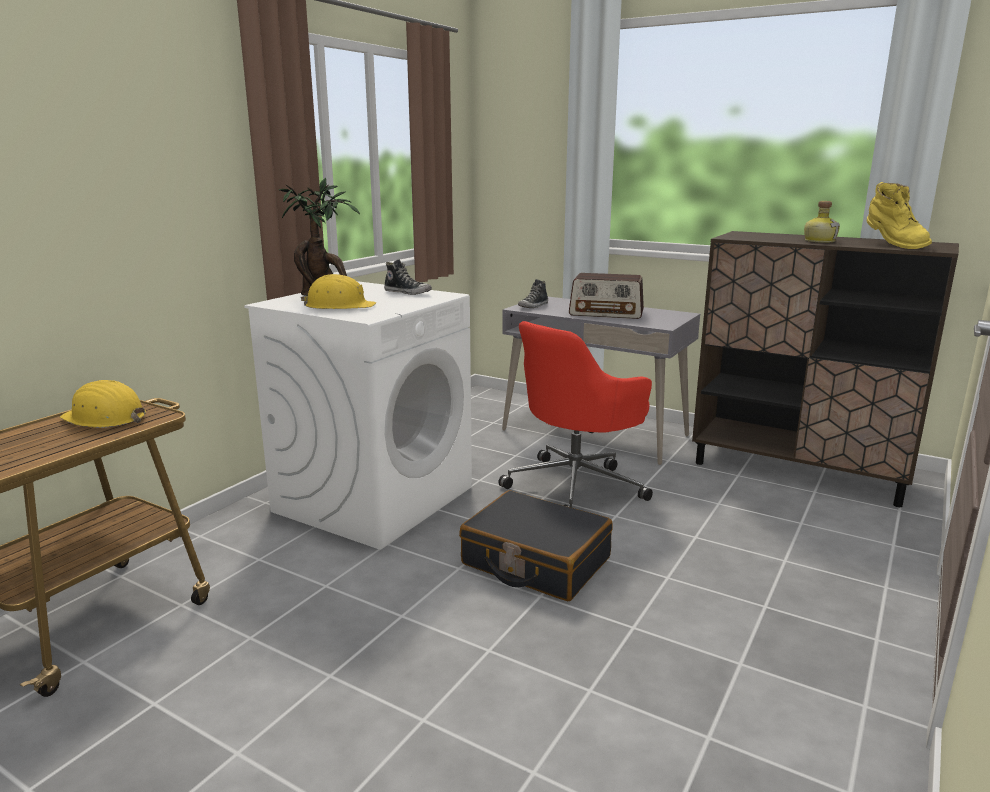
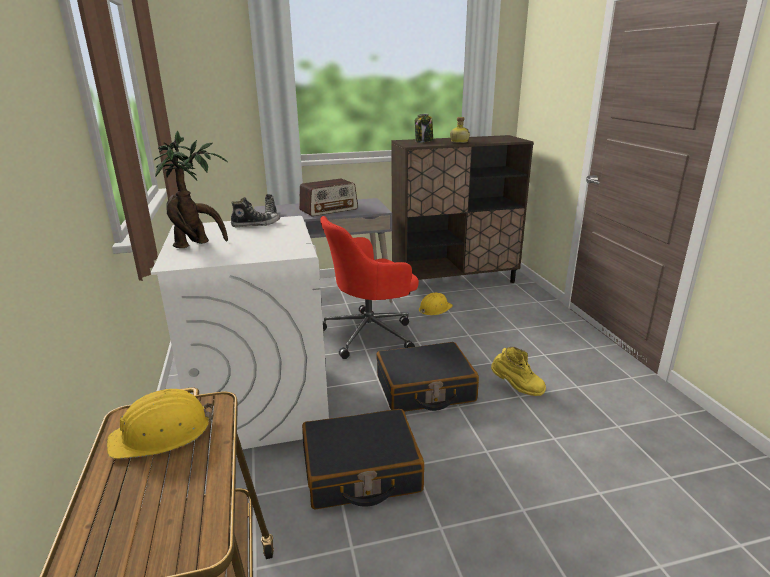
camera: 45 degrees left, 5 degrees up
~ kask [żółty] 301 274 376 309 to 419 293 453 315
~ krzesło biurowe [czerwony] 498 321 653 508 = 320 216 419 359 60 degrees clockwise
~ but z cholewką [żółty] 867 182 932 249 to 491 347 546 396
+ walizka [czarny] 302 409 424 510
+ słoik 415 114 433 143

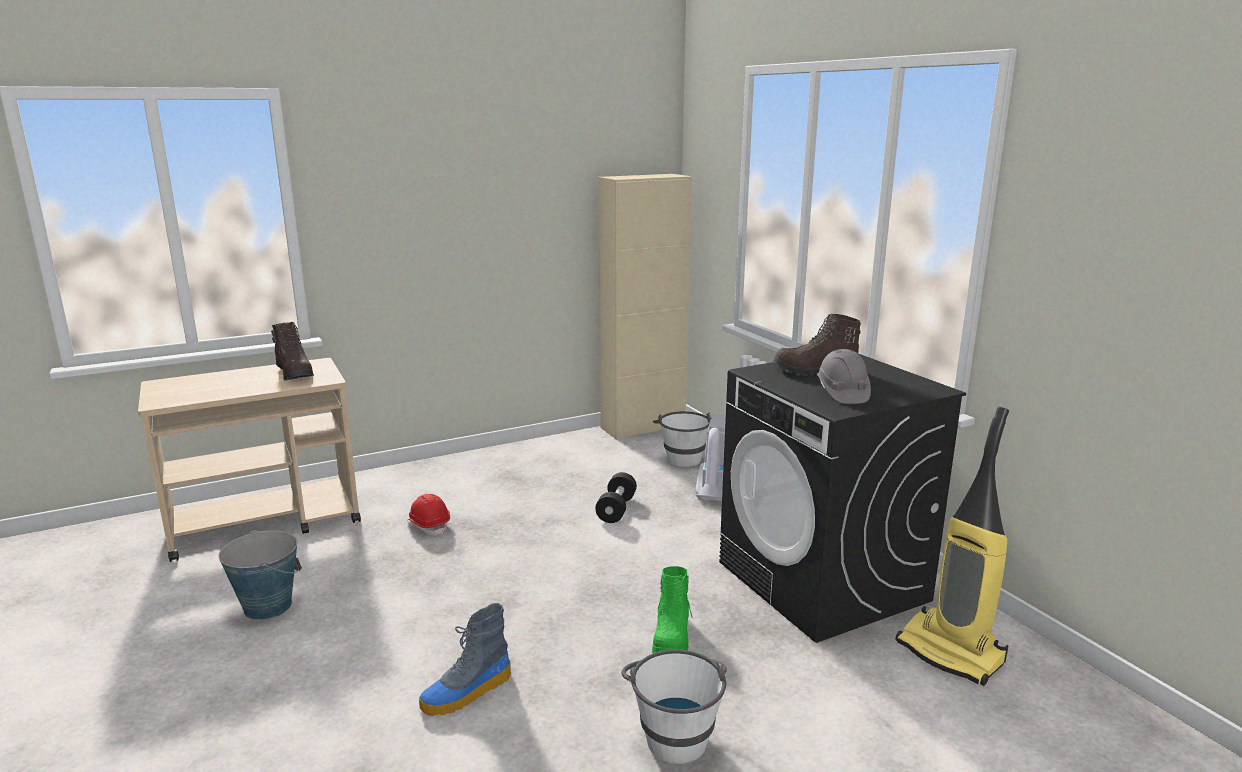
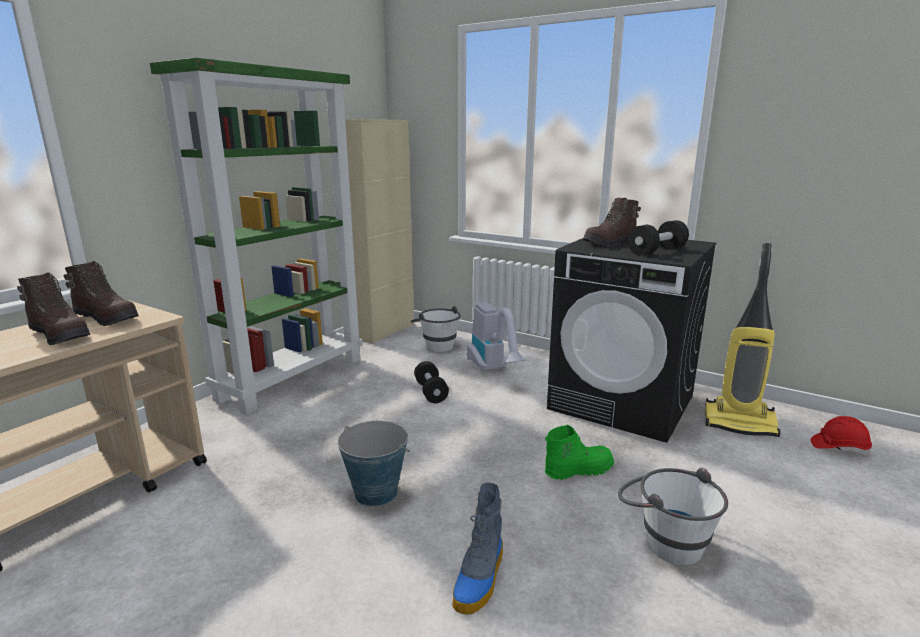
camera: 30 degrees left, 0 degrees up
~ wiadro 219 530 302 620 to 337 421 410 507
~ kask [czerwony] 408 494 450 535 to 811 416 872 455
~ but z cholewką [zielony] 652 566 693 653 = 545 425 614 480 90 degrees counterclockwise
~ kask [szary] 817 349 871 404 to hantel [czarny] 627 220 689 255
+ but z cholewką [brązowy] 17 272 91 345
+ regał [zielony] 150 57 363 415

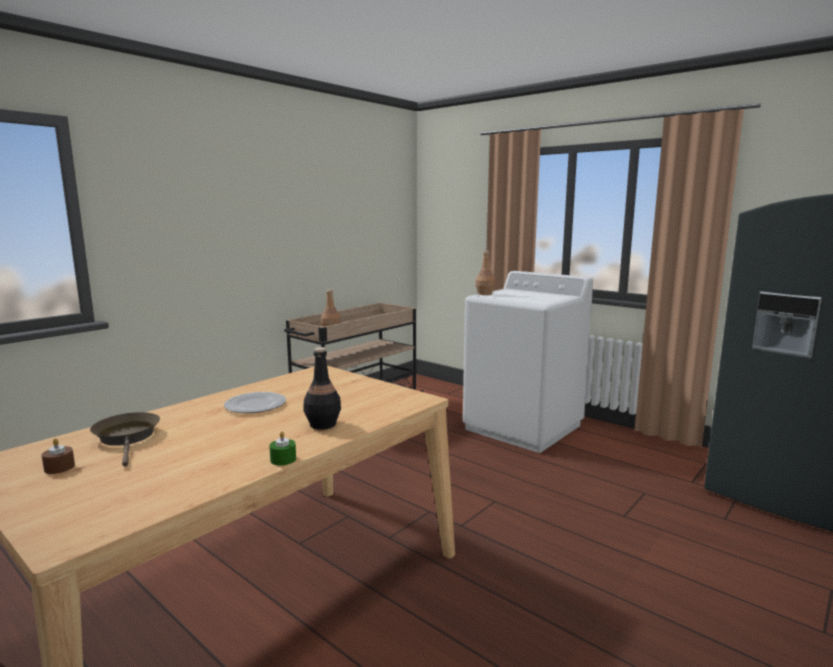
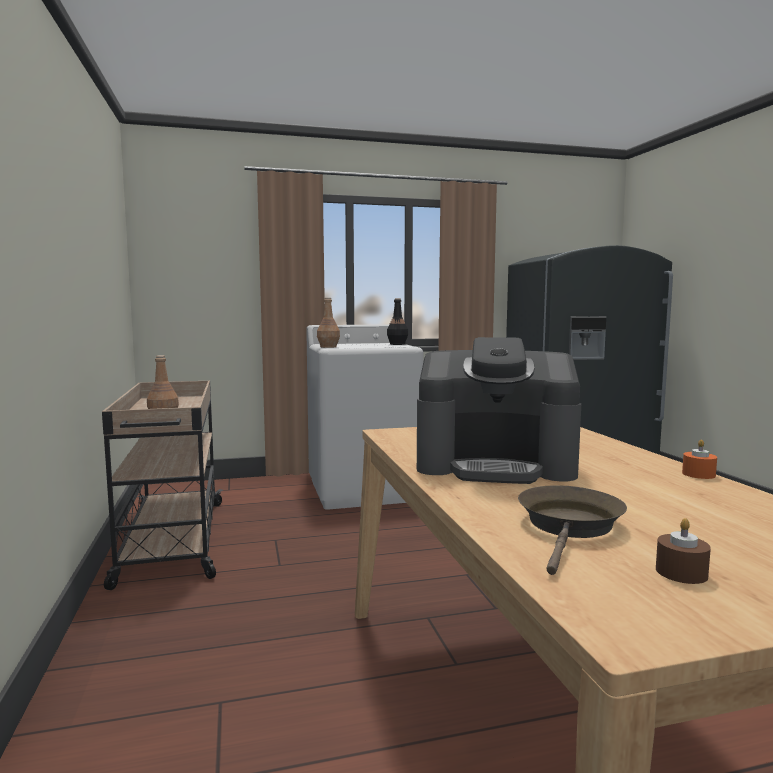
camera: 55 degrees left, 5 degrees down
~ patelnia [brązowy] 90 412 160 467 = 518 485 627 575 105 degrees clockwise
~ talerz 224 392 286 413 to ekspres do kawy 417 337 581 484
~ świeca [zielony] 269 431 296 466 to świeca [pomarańczowy] 682 440 717 479
~ butelka [czarny] 304 347 341 430 to 387 298 408 345

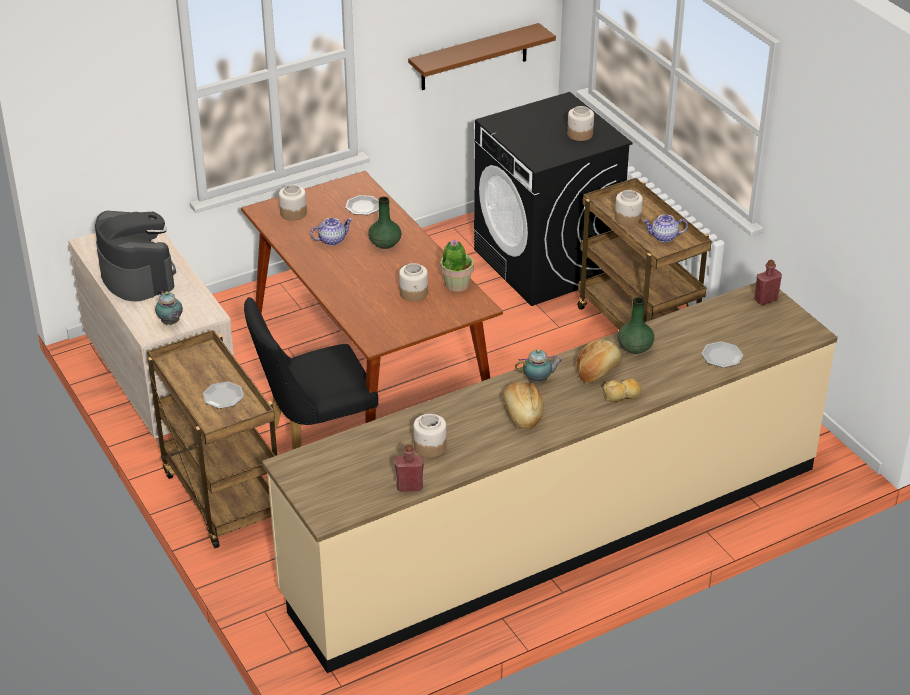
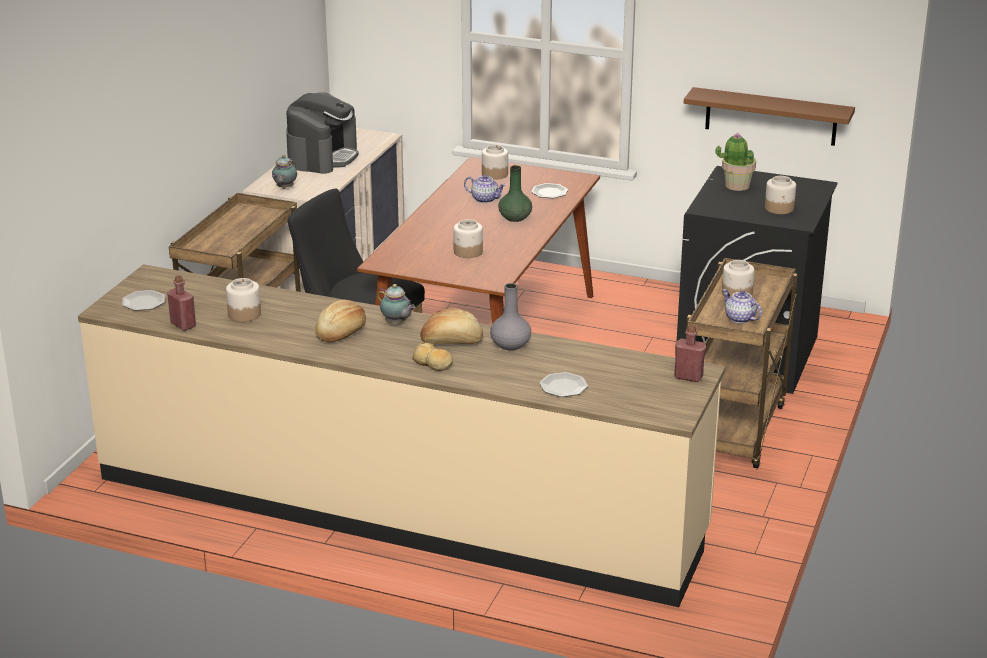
camera: 50 degrees right, 10 degrees down
~ talerz 203 382 244 409 to 122 290 165 311
~ roślina doniczkowa 440 239 474 292 to 716 133 756 191
~ wazon [zielony] 617 297 654 354 to wazon [szary] 490 283 531 351

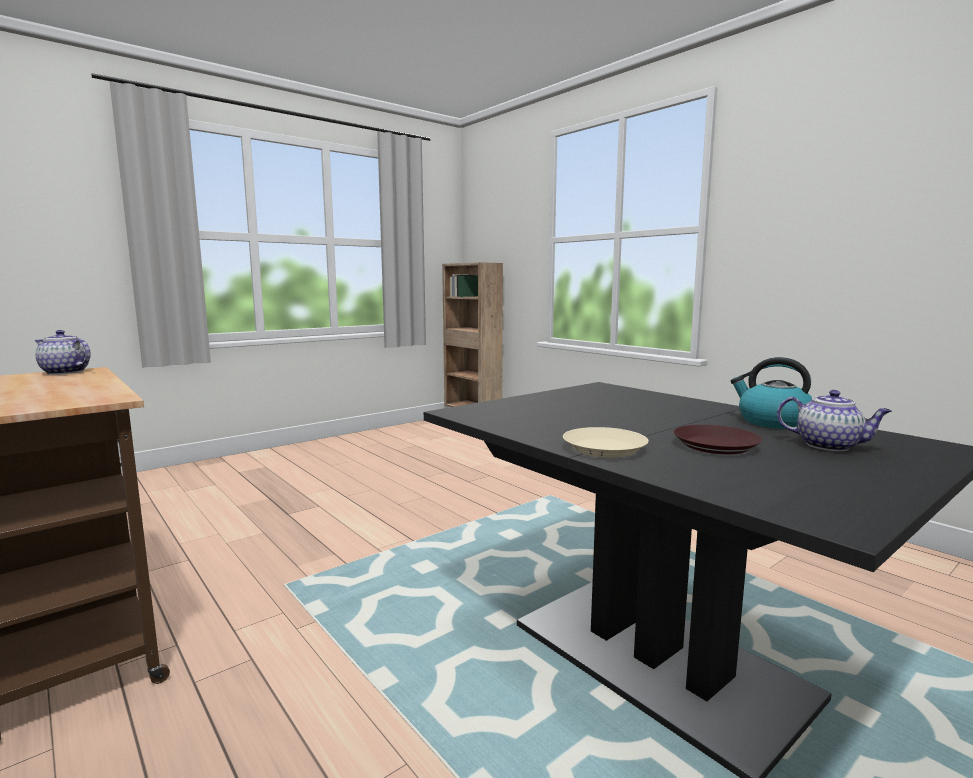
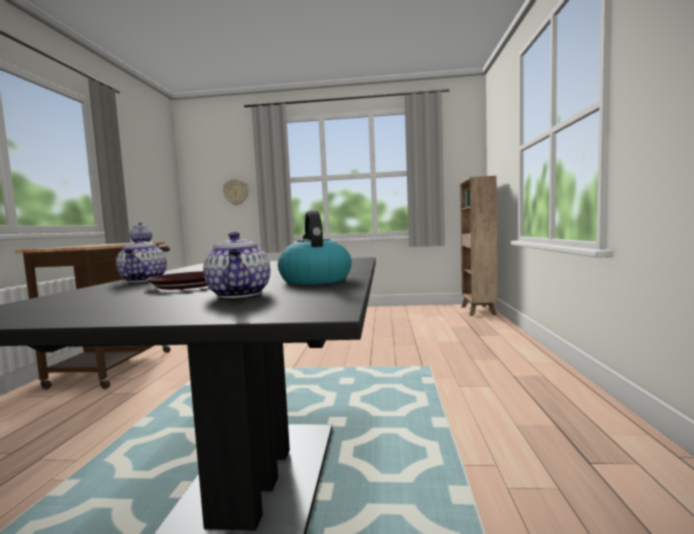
camera: 45 degrees right, 5 degrees down
~ talerz [beżowy] 563 427 649 458 to imbryk 116 236 167 282
+ zegar ścienny 223 179 248 205

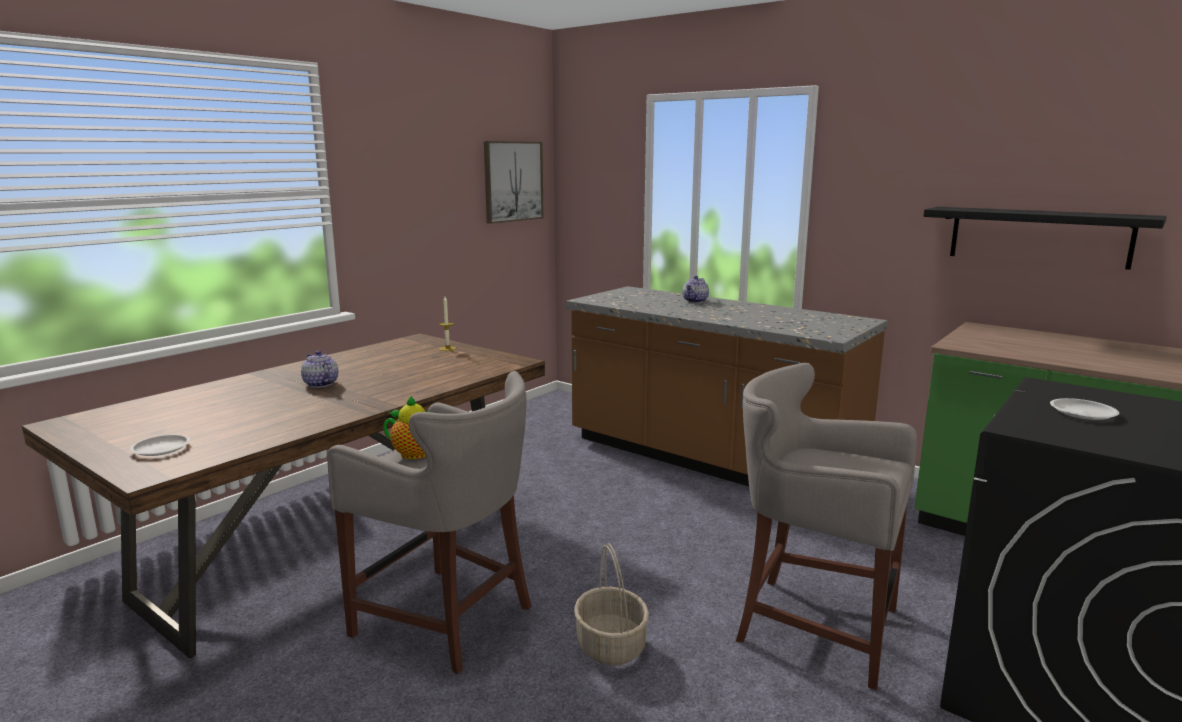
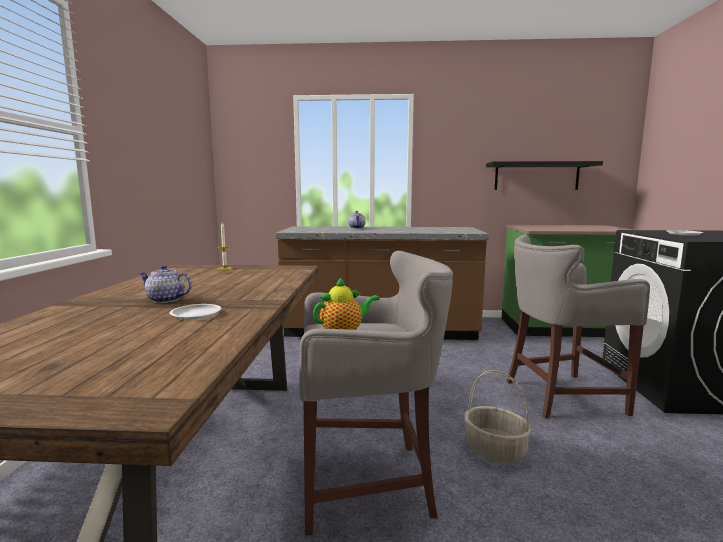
camera: 35 degrees left, 5 degrees down
~ talerz [biały] 130 434 190 456 to 169 304 221 320
- obraz 484 141 544 224

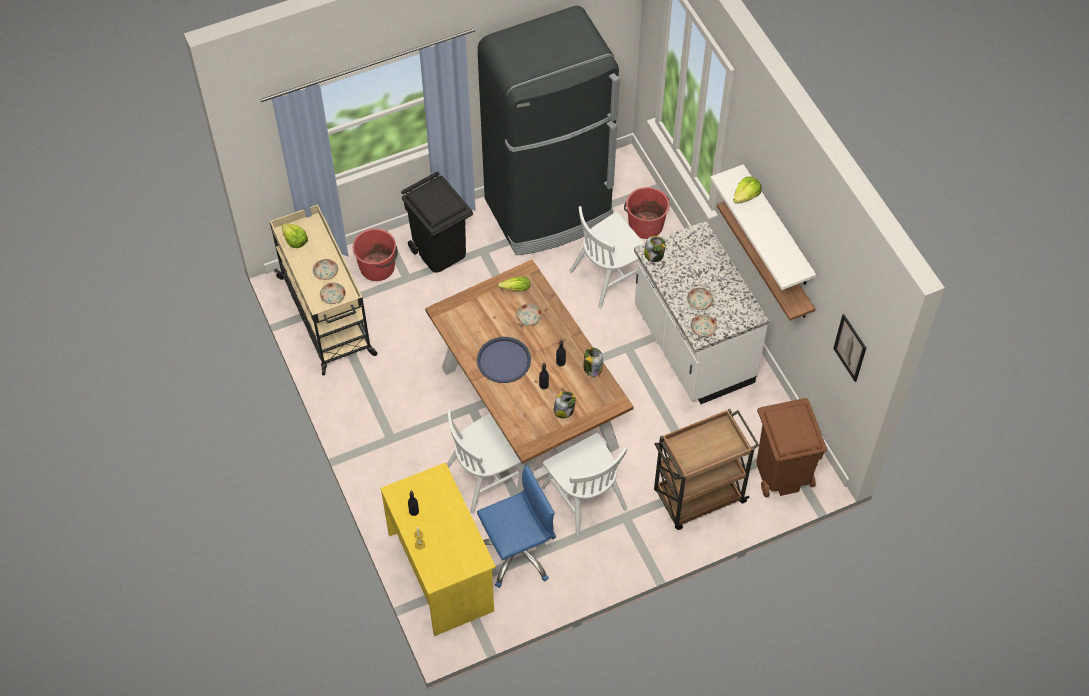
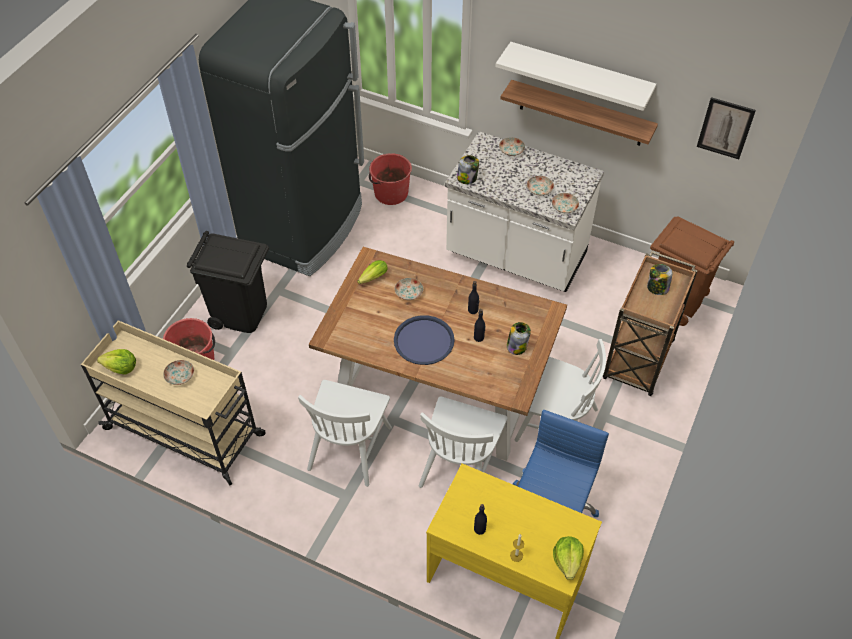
camera: 40 degrees left, 5 degrees down
~ talerz 320 283 346 304 to 499 137 525 156
~ krzesło [biały] 569 206 644 308 to 298 380 392 487
~ słoik 584 348 603 377 to 647 264 673 295
~ sałata 733 177 761 204 to 553 536 584 580

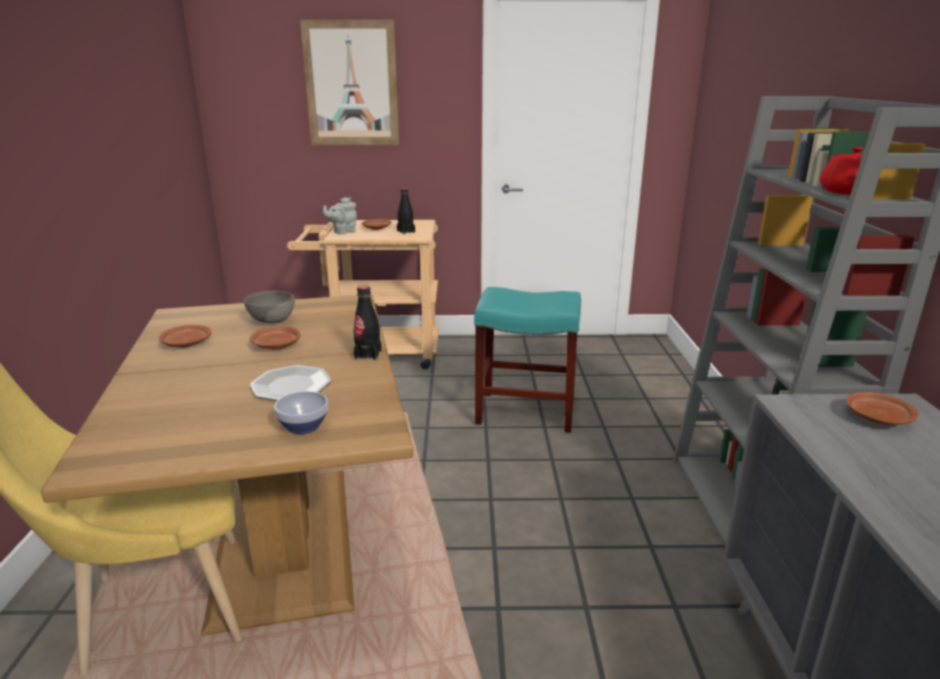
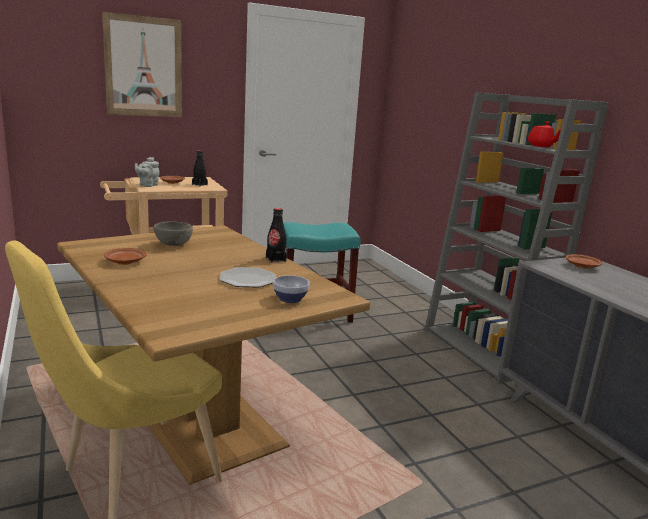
camera: 25 degrees left, 5 degrees down
- talerz [brązowy] 250 327 301 349

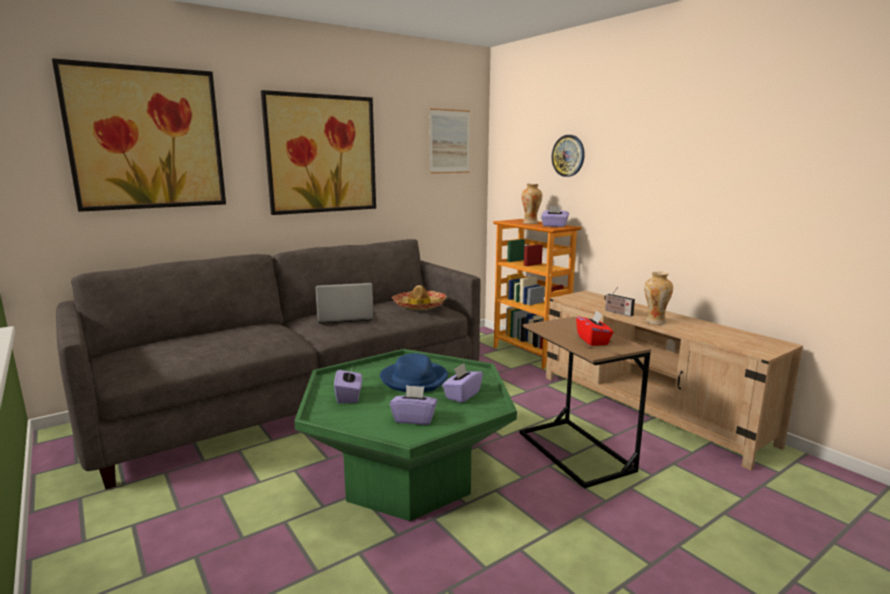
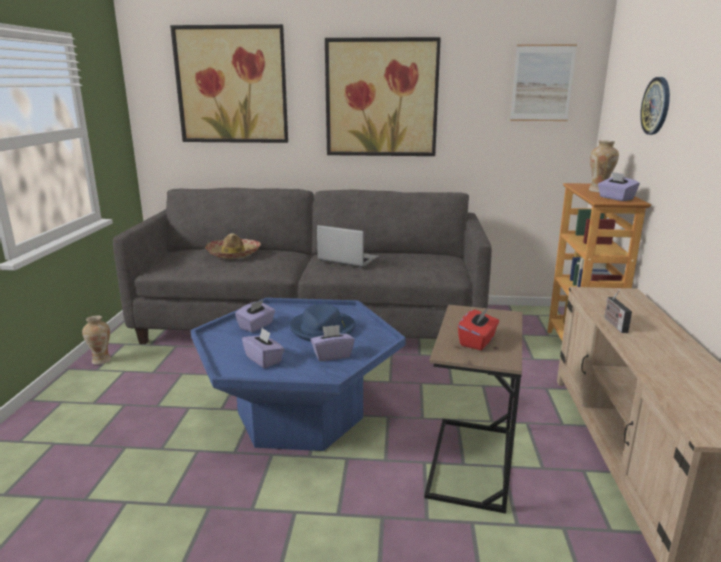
camera: 40 degrees right, 5 degrees up
~ ława [zielony] 294 349 517 521 to ława [niebieski] 191 298 406 451
~ kapelusz 392 285 447 310 to 205 233 261 259
~ wazon 644 272 673 324 to 82 316 111 365

